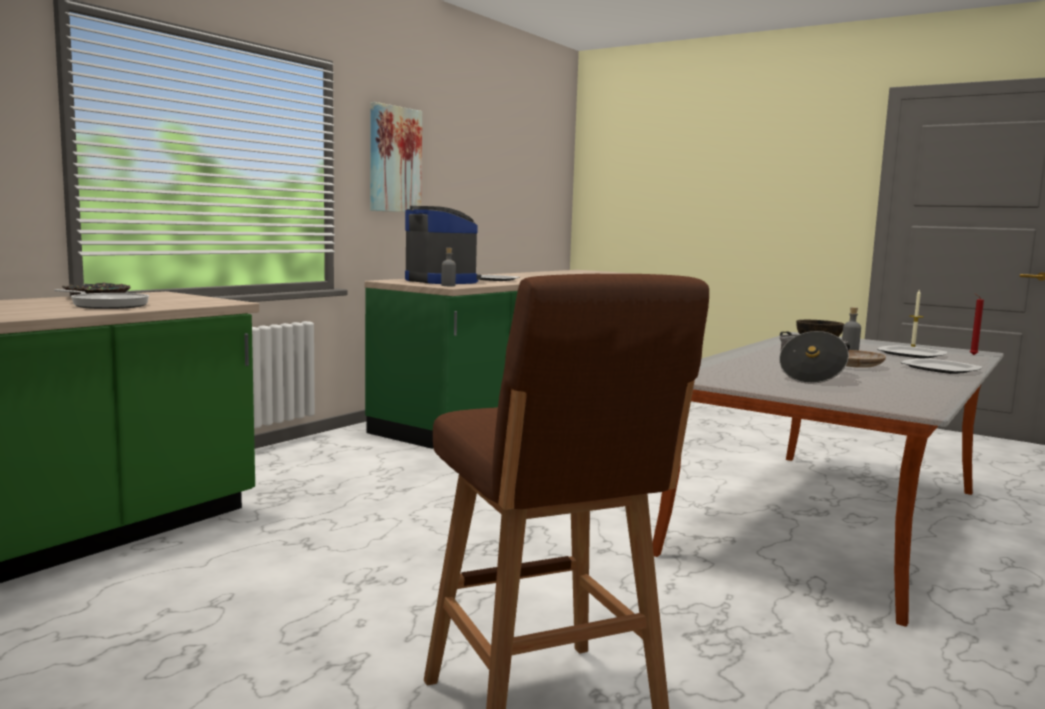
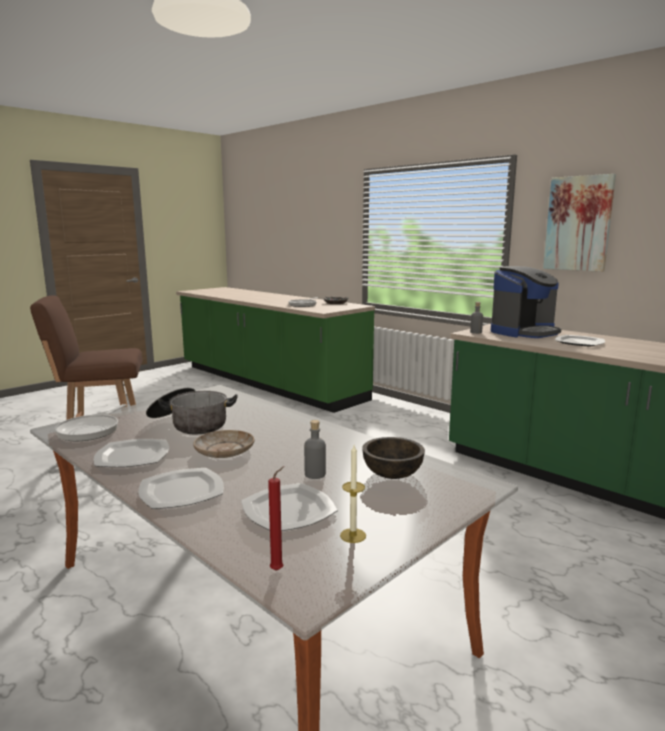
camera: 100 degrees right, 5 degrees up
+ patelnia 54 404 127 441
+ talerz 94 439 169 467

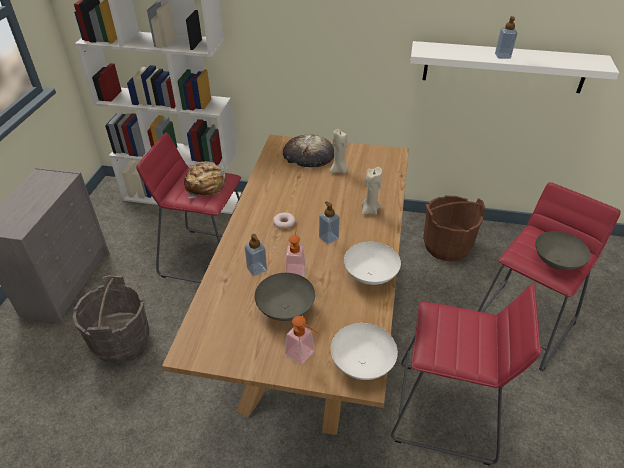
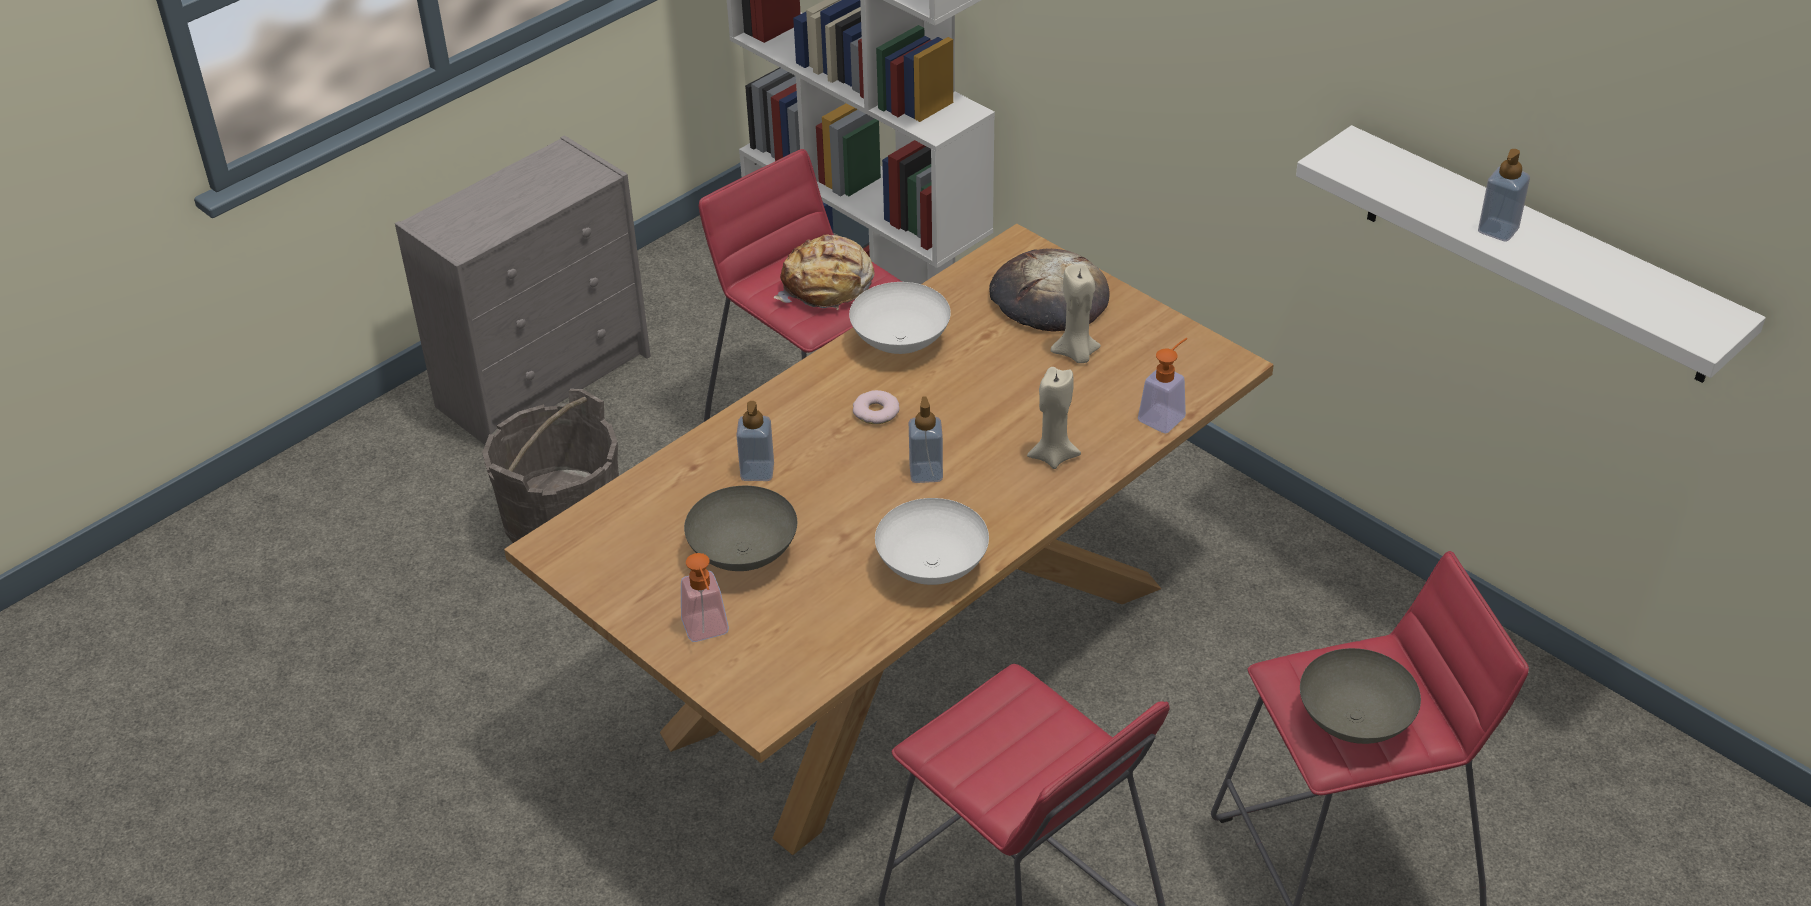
camera: 35 degrees right, 0 degrees up
~ dozownik mydła 285 226 306 277 to 1138 338 1187 433
~ miska [biały] 331 323 398 380 to 849 282 951 354
- wiadro [brązowy] 423 196 486 261

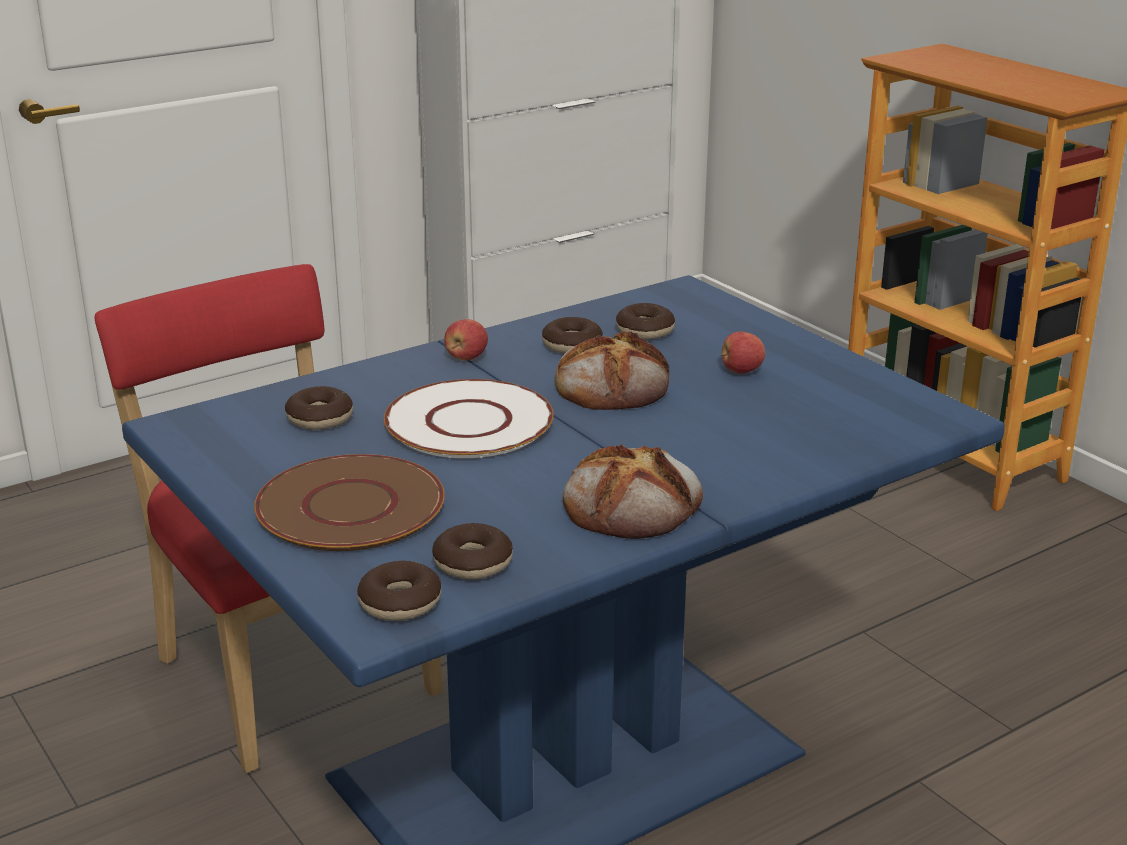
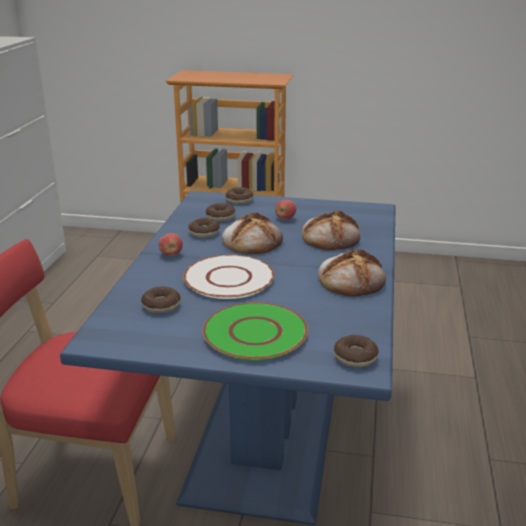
camera: 45 degrees left, 0 degrees up
~ talerz [brązowy] 254 454 445 551 to talerz [zielony] 203 302 308 360
~ donut 432 523 513 579 to 226 187 254 204
+ chleb 302 211 360 250

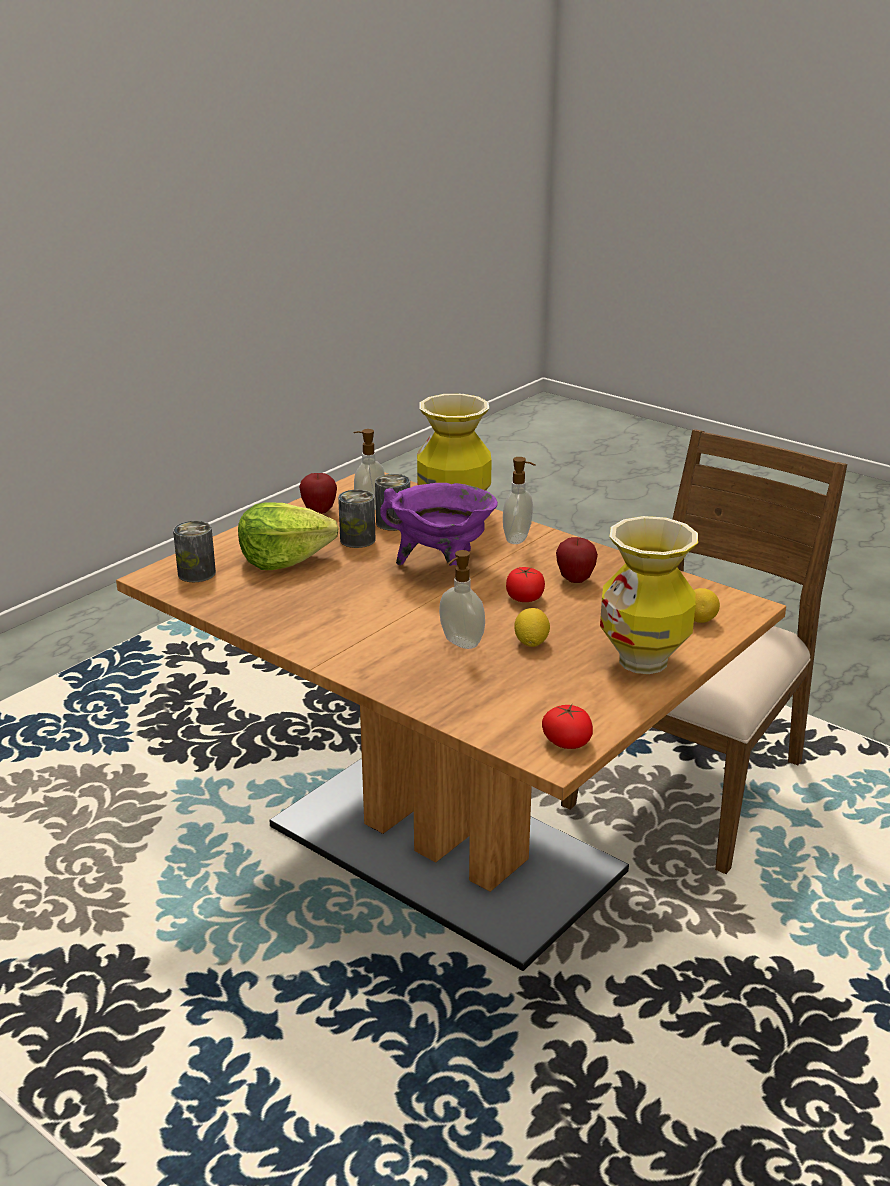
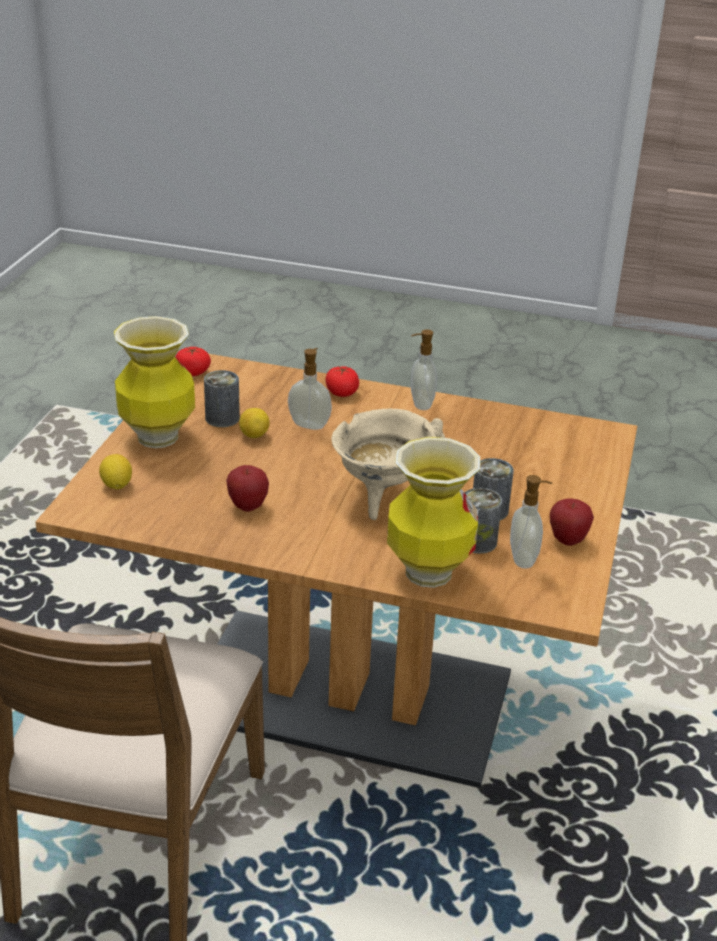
camera: 155 degrees right, 5 degrees up
~ puszka 173 521 216 582 to 204 370 240 427
- sałata 238 502 339 570
~ garnek [fioletowy] 380 483 498 566 to garnek [beżowy] 331 408 445 520
~ dozownik mydła 503 457 536 544 to 411 329 437 410
~ pomidor 506 567 545 602 to 326 366 359 397

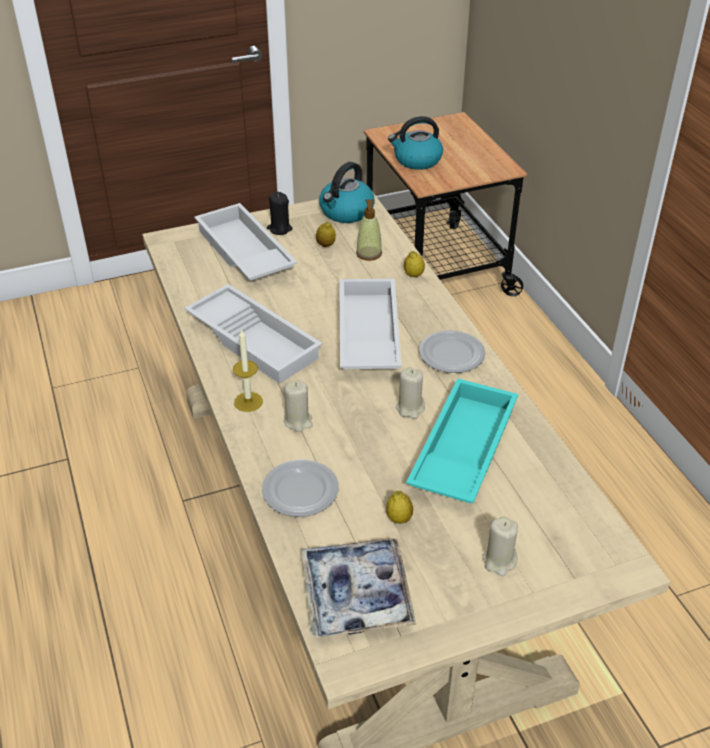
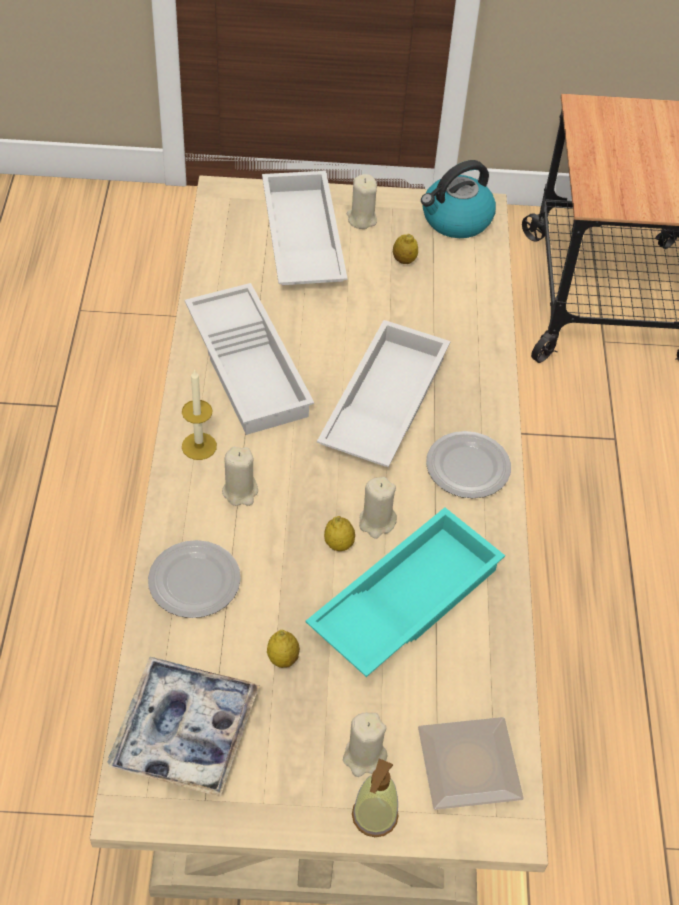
camera: 20 degrees right, 10 degrees up
~ świeca [czarny] 267 192 292 235 to świeca [beżowy] 347 174 377 229
~ dozownik mydła 356 200 382 261 to 352 758 399 837
- czajnik 388 116 443 170
~ cytryna 404 251 425 277 to 324 516 355 551
+ talerz 418 717 524 810

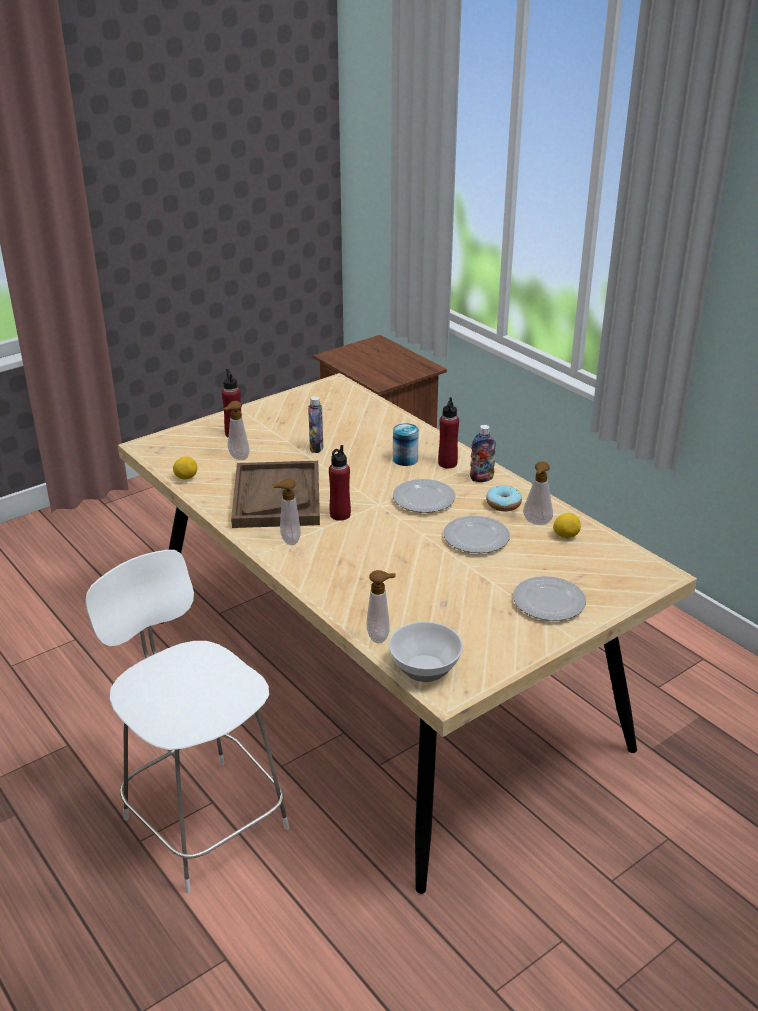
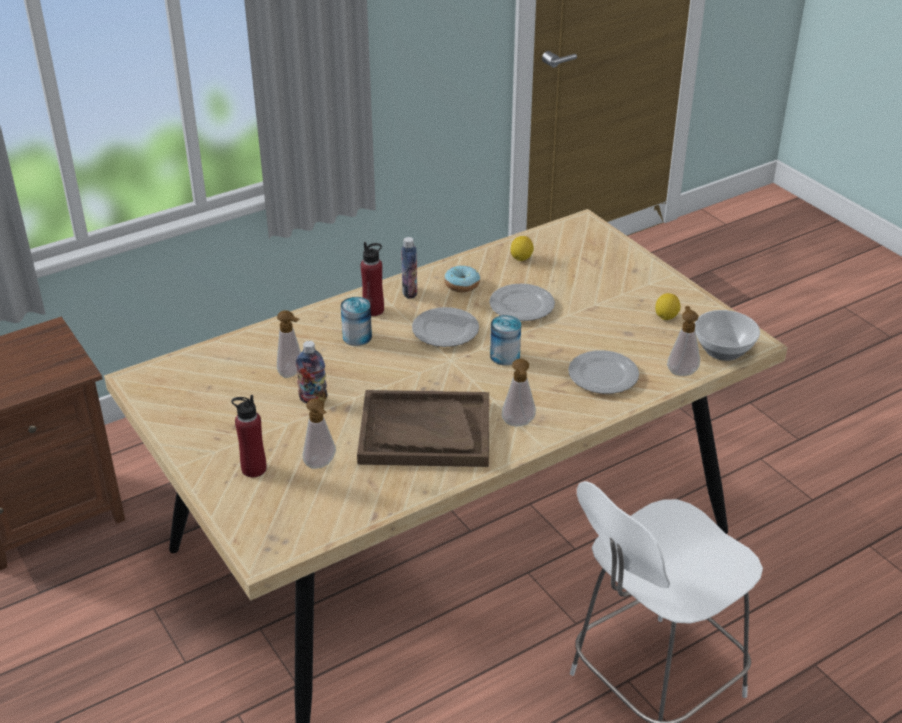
camera: 85 degrees left, 5 degrees up
~ cytryna 173 456 197 479 to 655 293 681 320
- butelka [czerwony] 329 445 351 521
~ talerz 513 576 586 621 to 568 350 639 394
~ dozownik mydła 523 461 553 525 to 277 310 301 378
+ puszka 490 315 521 365

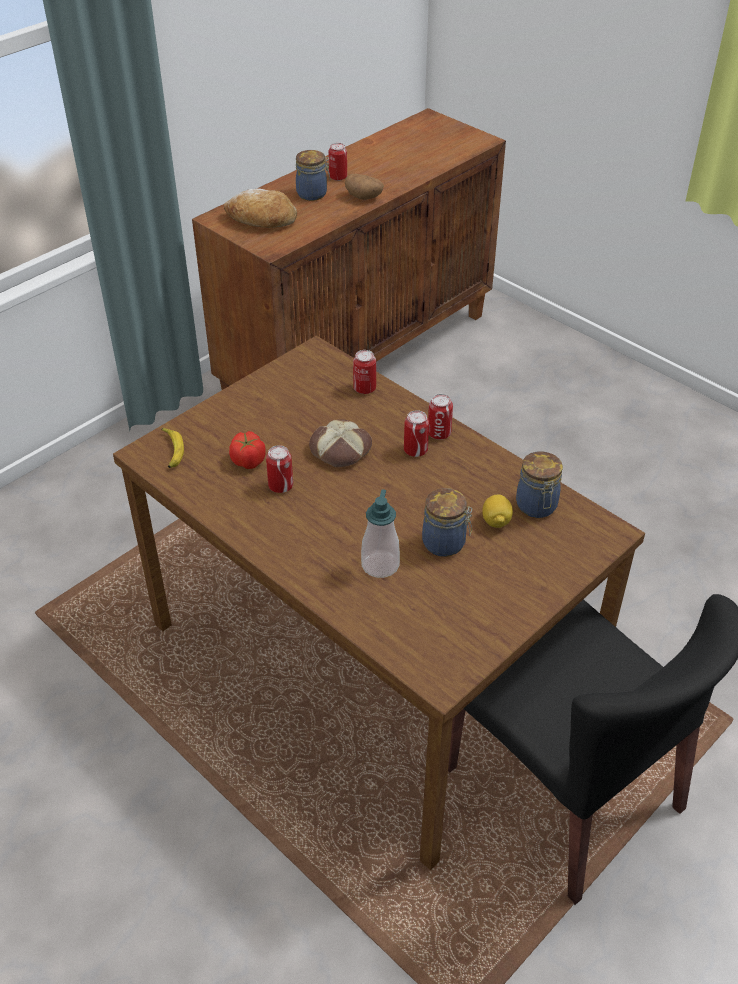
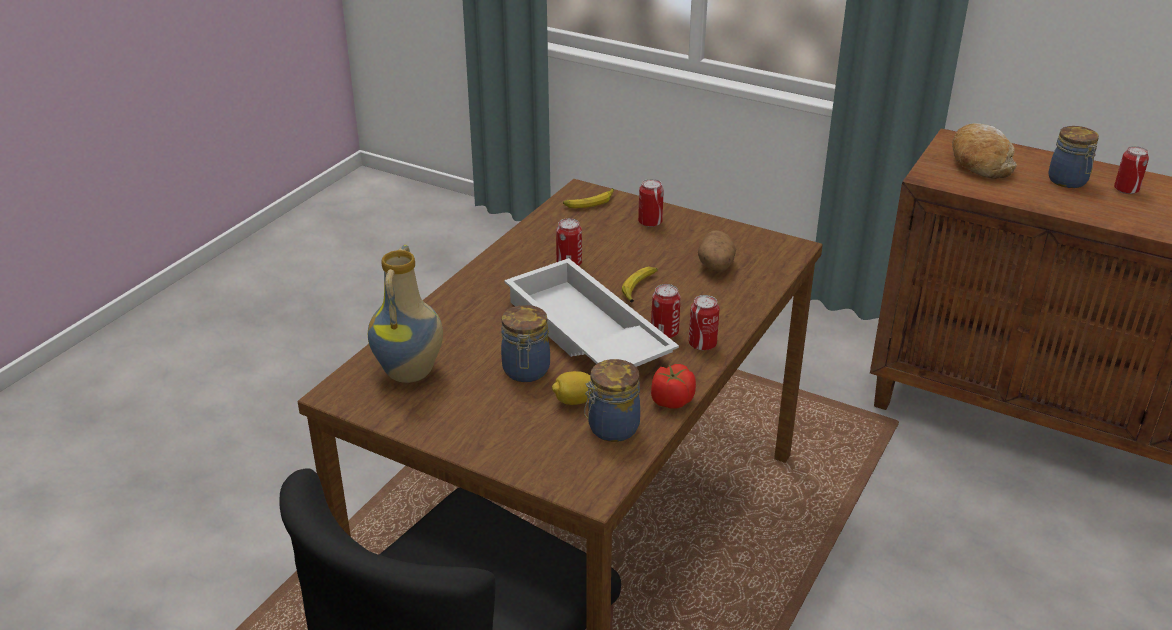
camera: 75 degrees right, 10 degrees down
~ pomidor 229 431 266 469 to 651 364 696 409
~ chleb 309 419 372 467 to banan 622 266 658 302
~ ziemniak 345 174 384 200 to 698 230 736 272
~ puszka 353 350 376 394 to 638 179 664 227
- dozownik mydła 361 490 400 578
+ wazon 368 245 443 383
+ taca [biały] 504 258 679 367

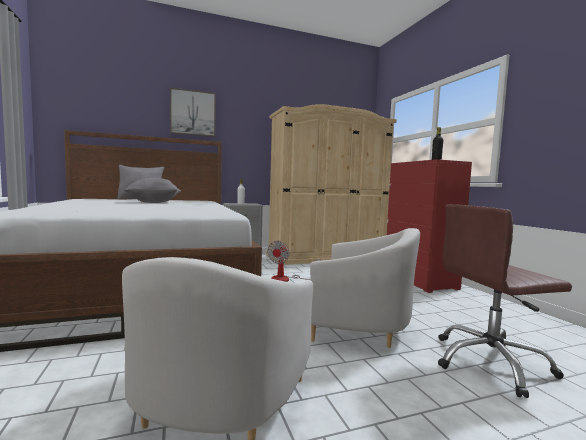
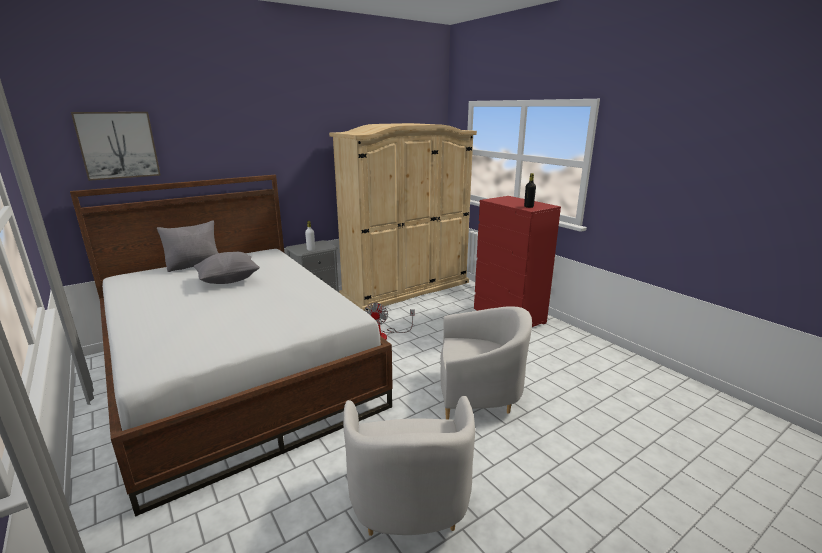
camera: 15 degrees left, 15 degrees up
~ obraz 170 87 216 137 to 71 112 161 181
- krzesło biurowe [brązowy] 438 204 572 398

